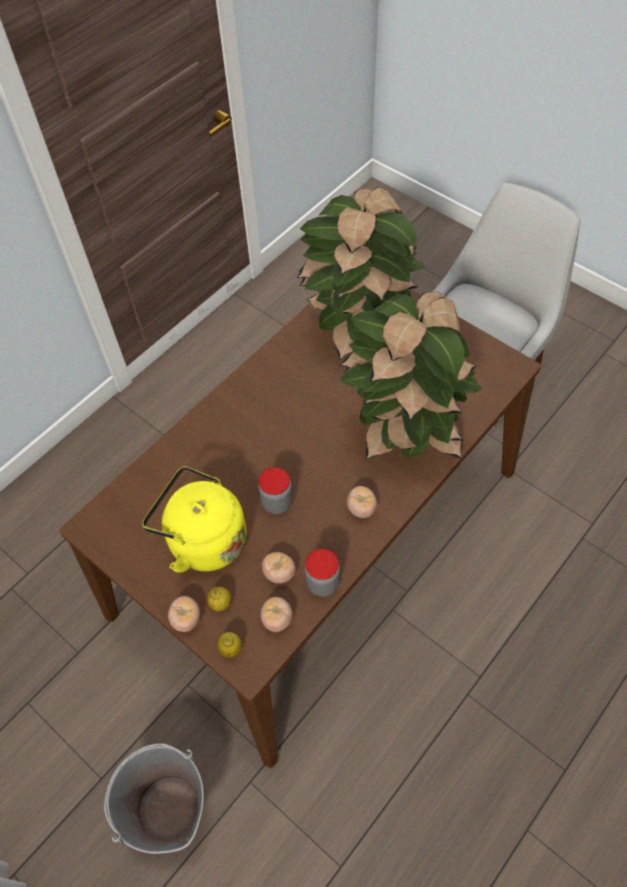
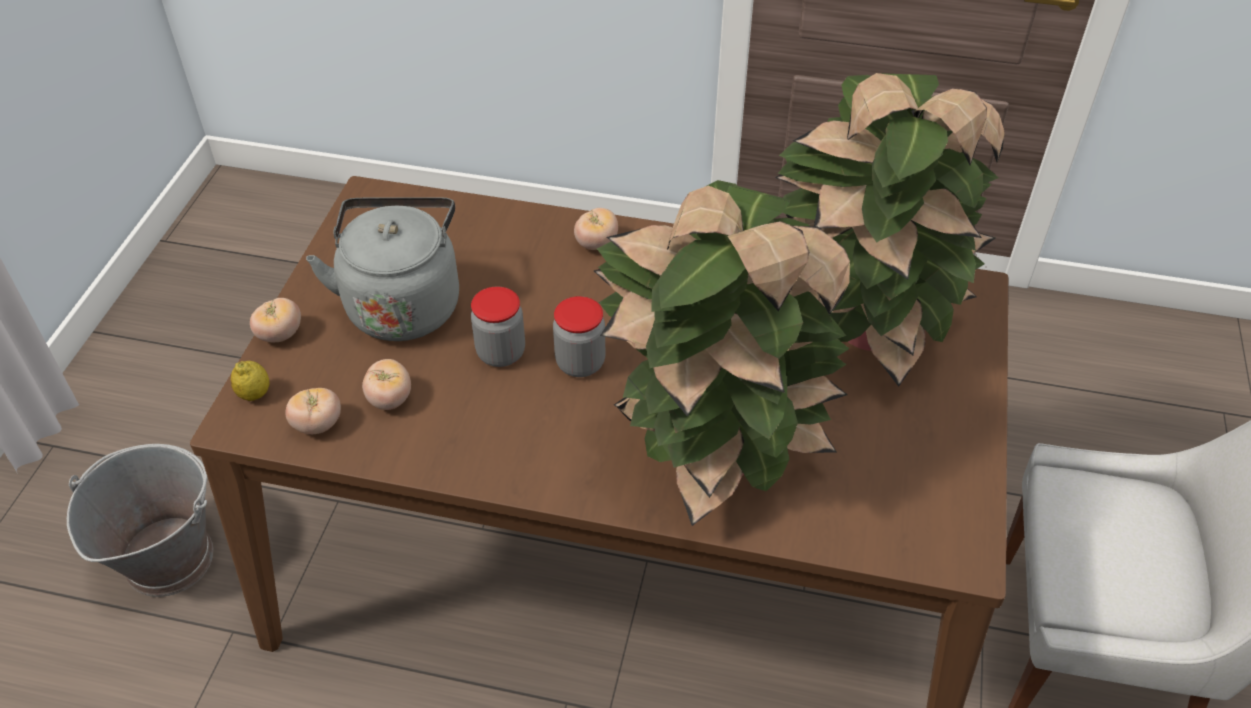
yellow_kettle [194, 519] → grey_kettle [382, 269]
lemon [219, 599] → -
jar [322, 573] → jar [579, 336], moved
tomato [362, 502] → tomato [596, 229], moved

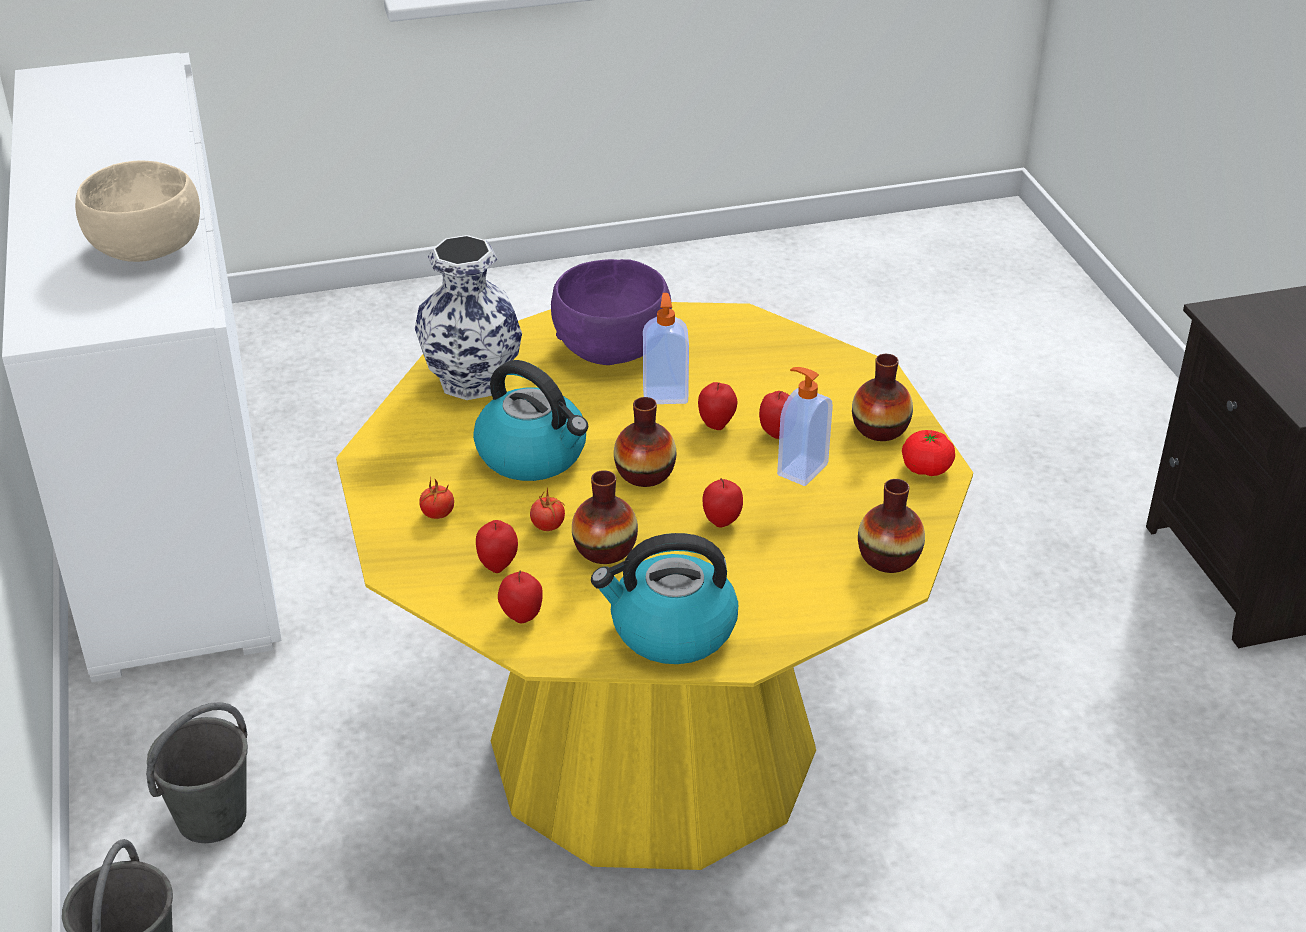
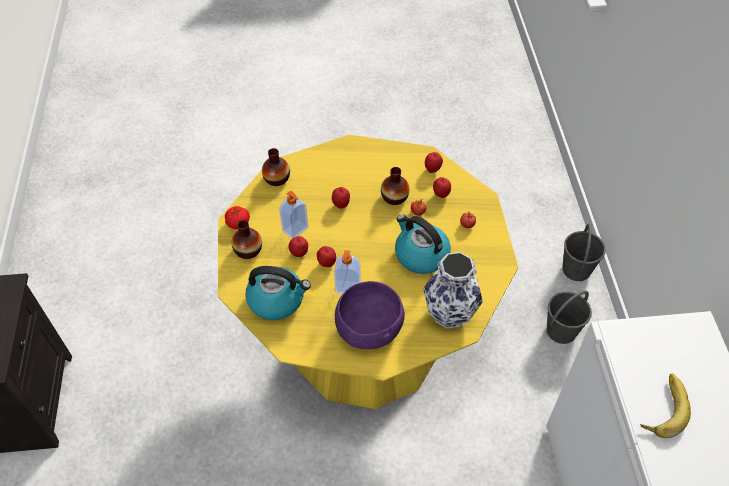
beige_bowl [137, 211] → banana [665, 406]
kettle [664, 598] → kettle [278, 293], moved
vase [645, 442] → -

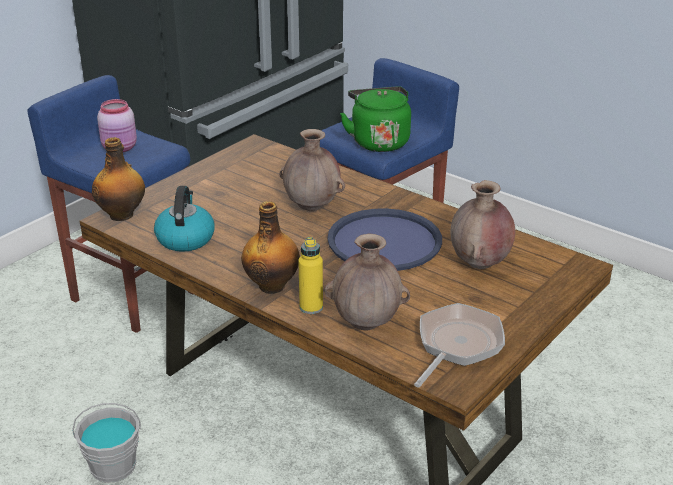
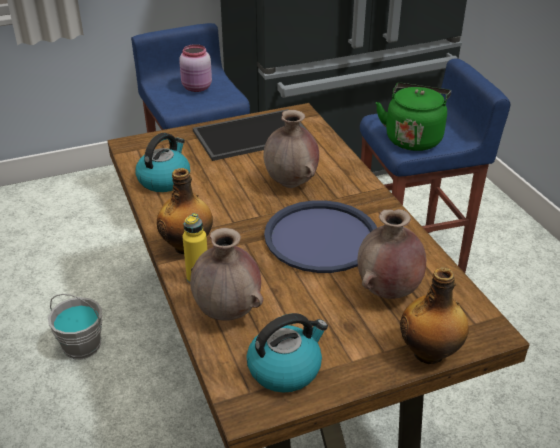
bottle [118, 179] → bottle [434, 315], moved
frying_pan [459, 345] → kettle [287, 353]
- → tray [251, 135]

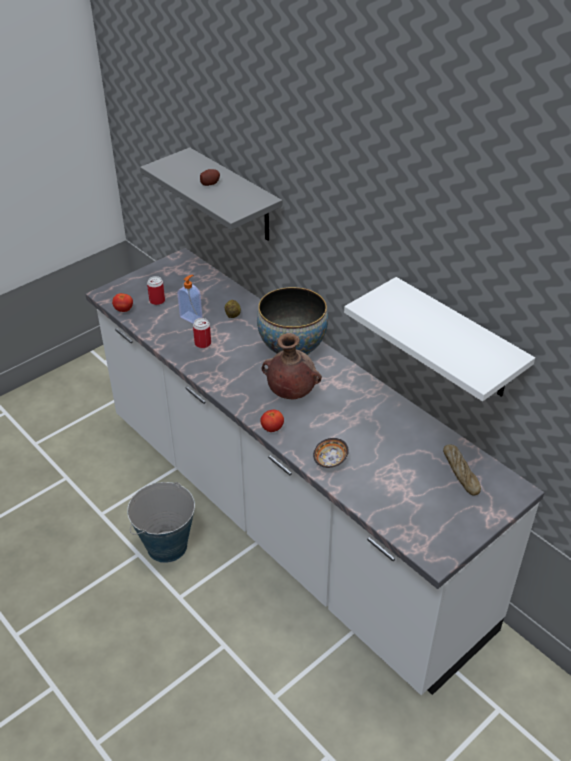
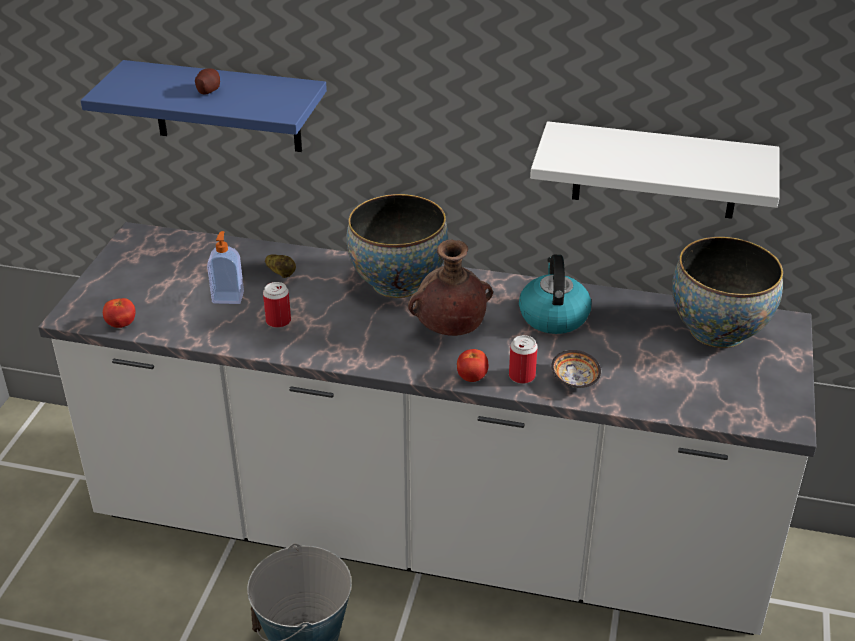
grey_shelf [211, 194] → blue_shelf [204, 106]
can [156, 290] → can [523, 359], moved
bread [462, 470] → bowl [727, 292]
- → kettle [555, 294]

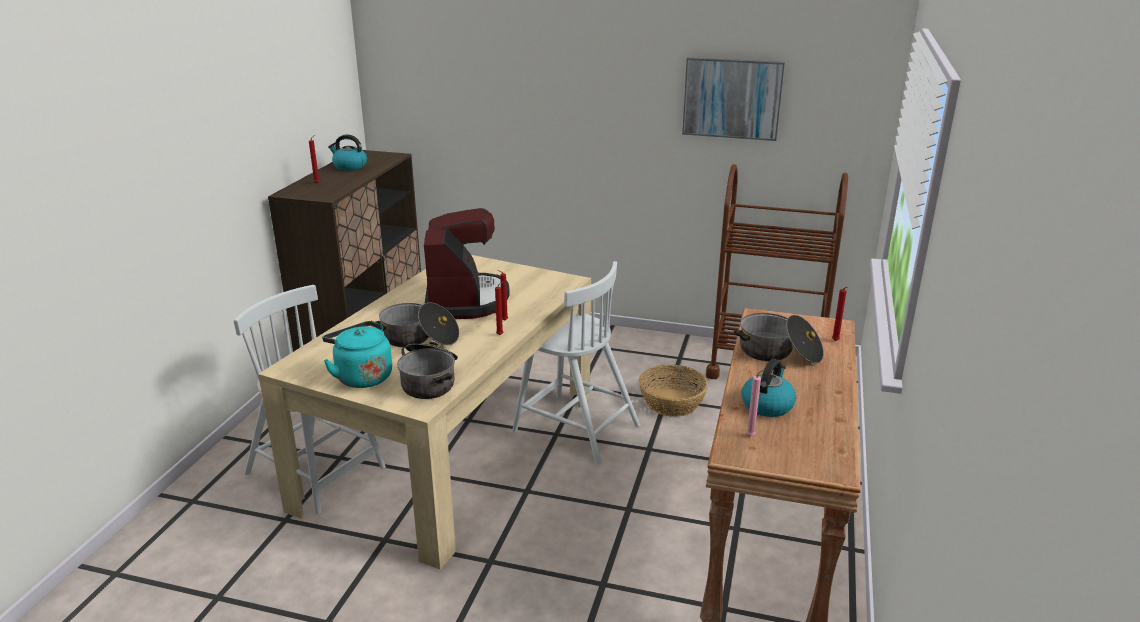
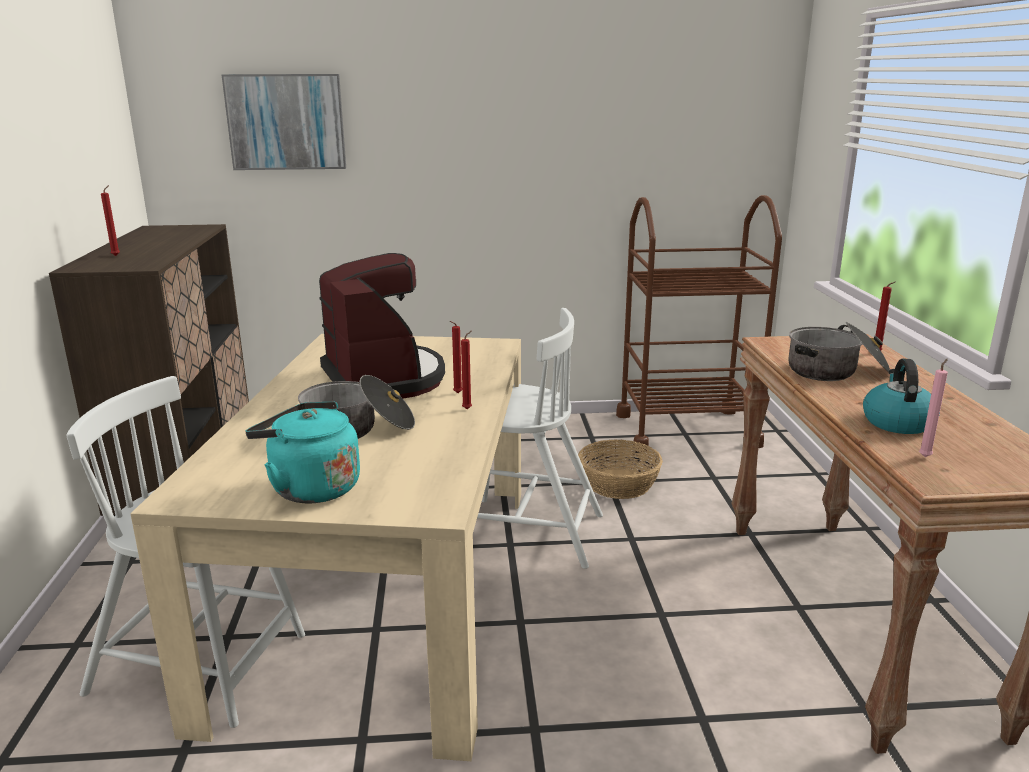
kettle [347, 152] → -
cooking_pot [427, 370] → -
picture [733, 99] → picture [283, 122], moved

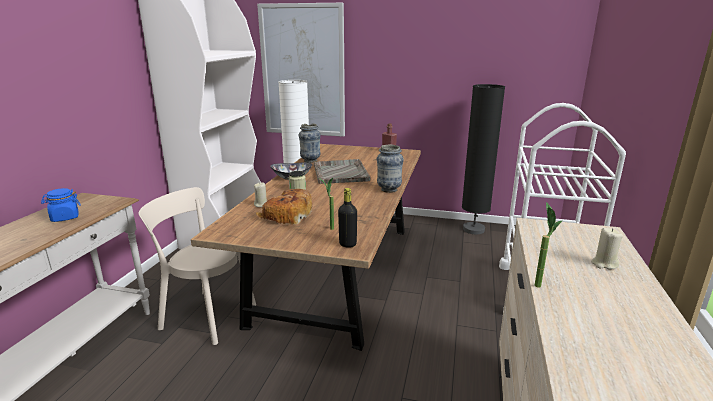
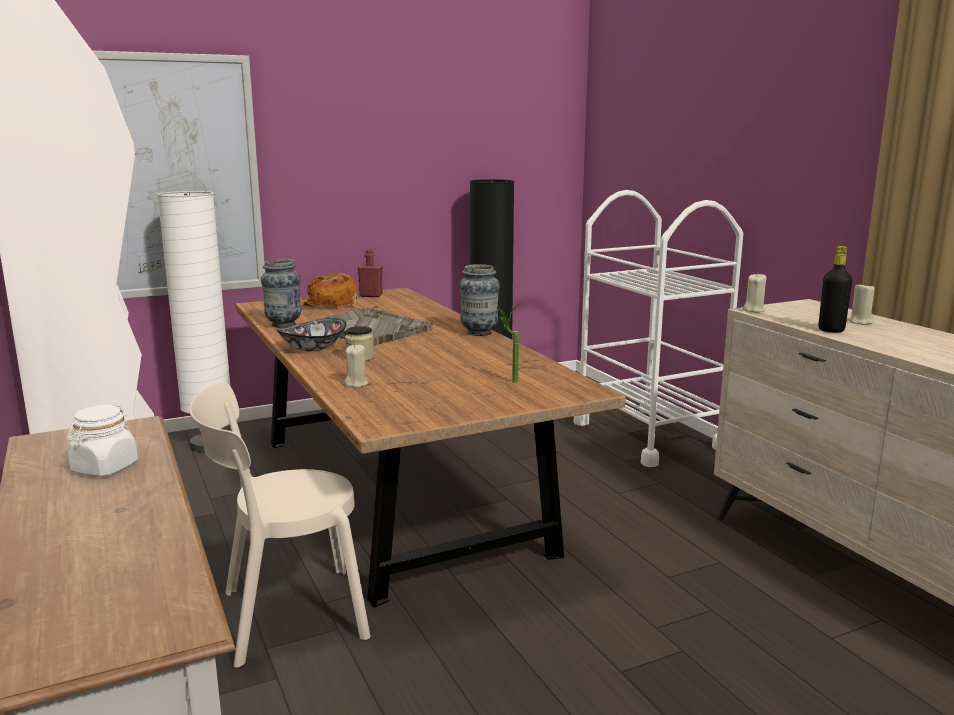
blue_jar [61, 205] → white_jar [103, 440]
bread [284, 207] → bread [329, 289], moved
black_bottle [347, 218] → black_bottle [835, 289], moved
potted_plant [548, 245] → -
- → beige_candle [754, 292]

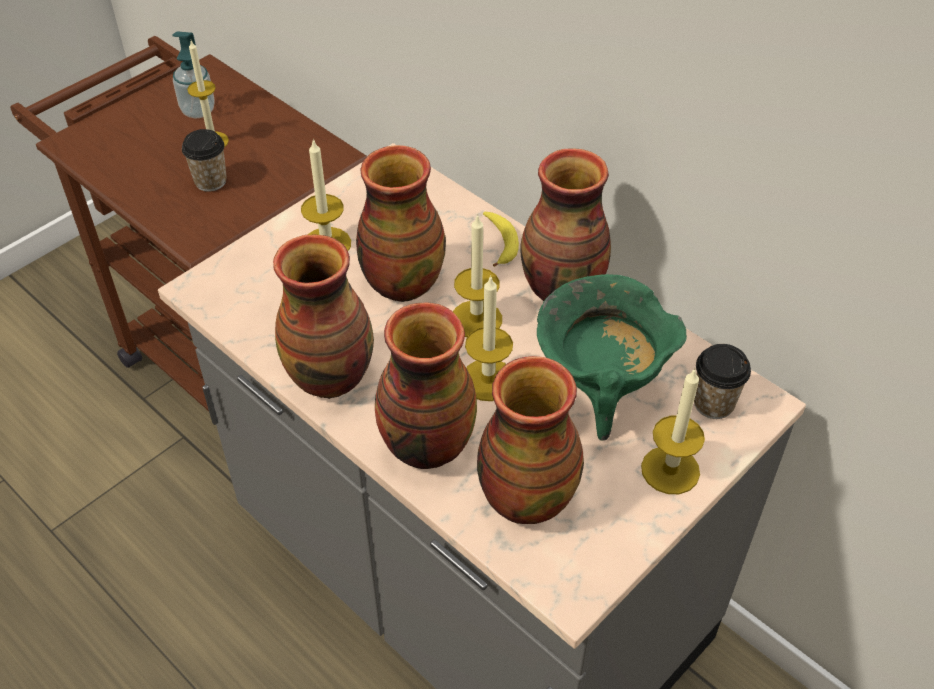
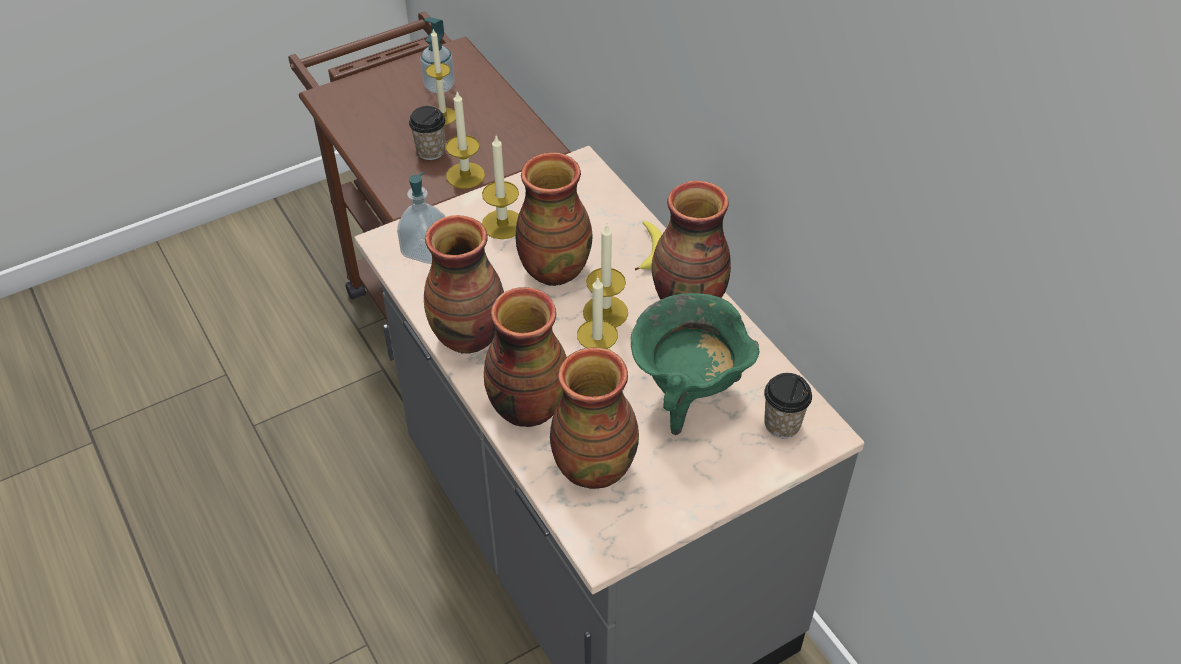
candle [673, 431] → candle [465, 140], moved
- → soap_dispenser [421, 218]

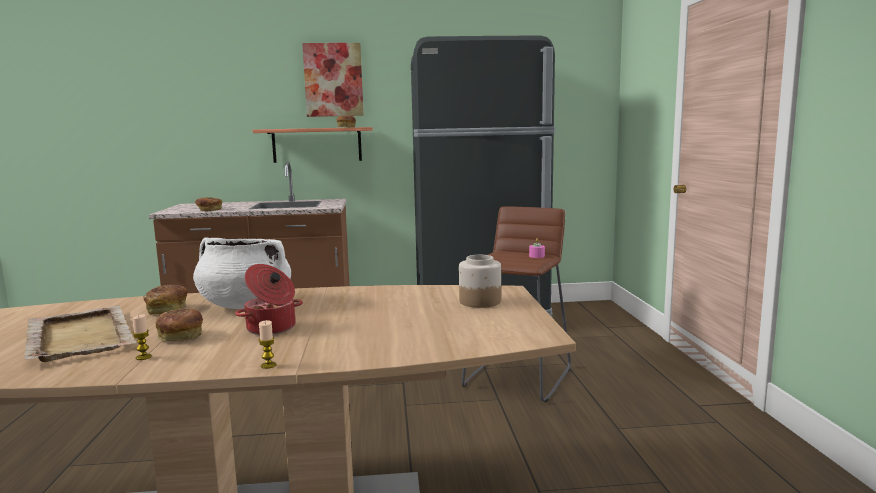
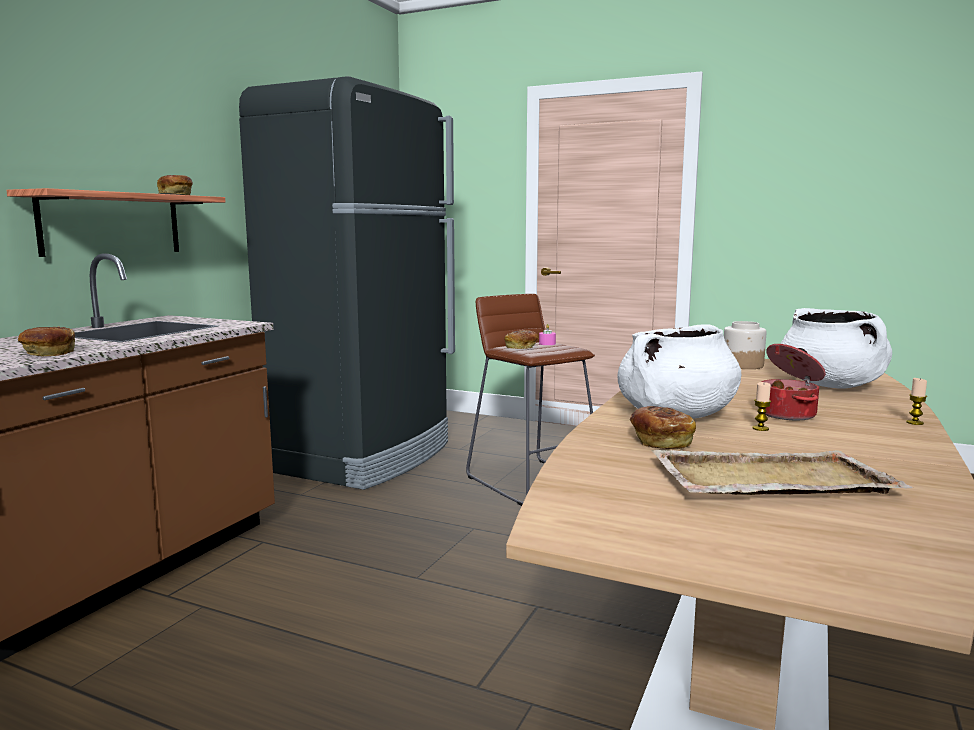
candle [142, 337] → candle [761, 406], moved
bread [179, 325] → bread [521, 339], moved
picture [333, 80] → -
- → white_cooking_pot [836, 348]

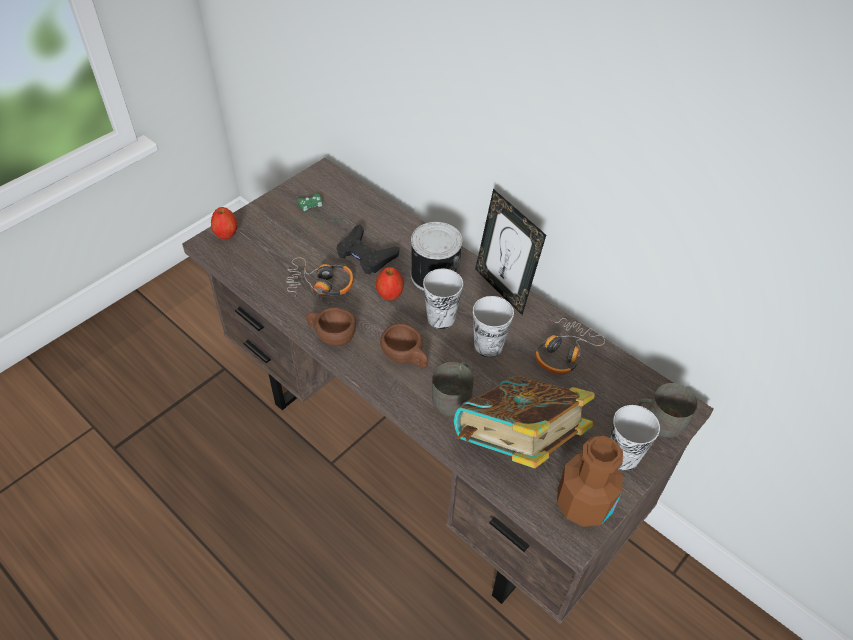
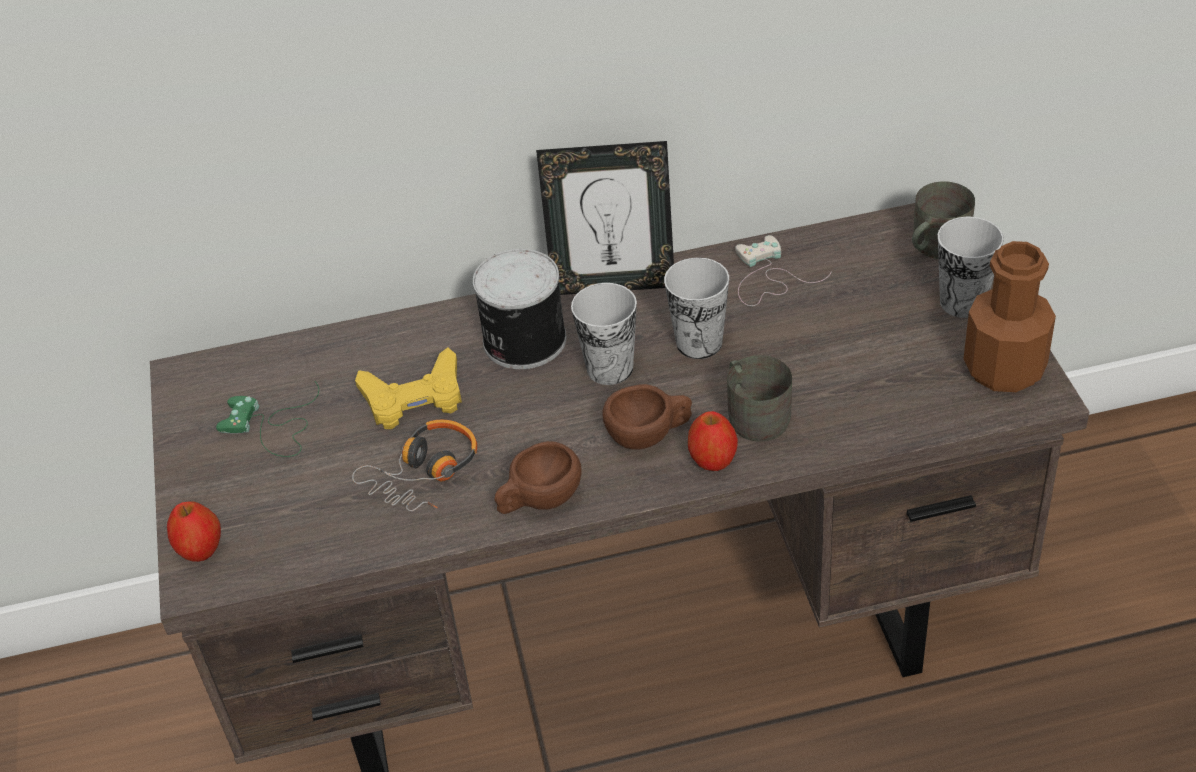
black_game_controller [367, 249] → yellow_game_controller [408, 388]
apple [390, 283] → apple [713, 441], moved
book [524, 422] → -
headphones [570, 346] → white_game_controller [783, 270]

